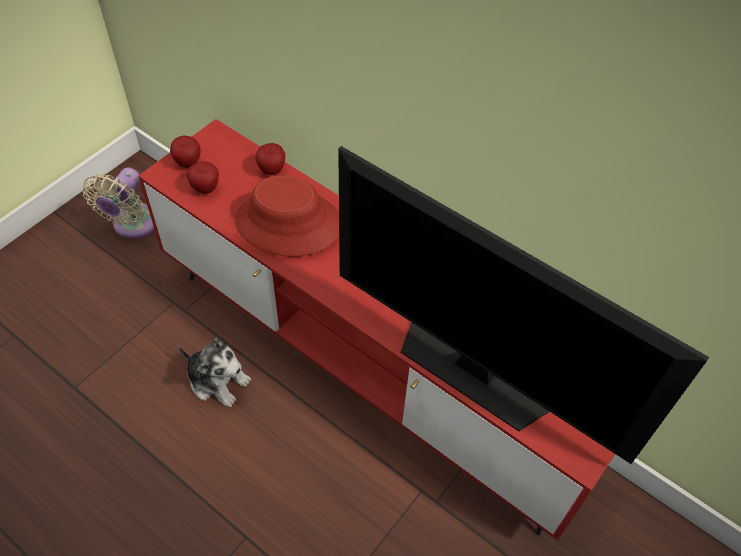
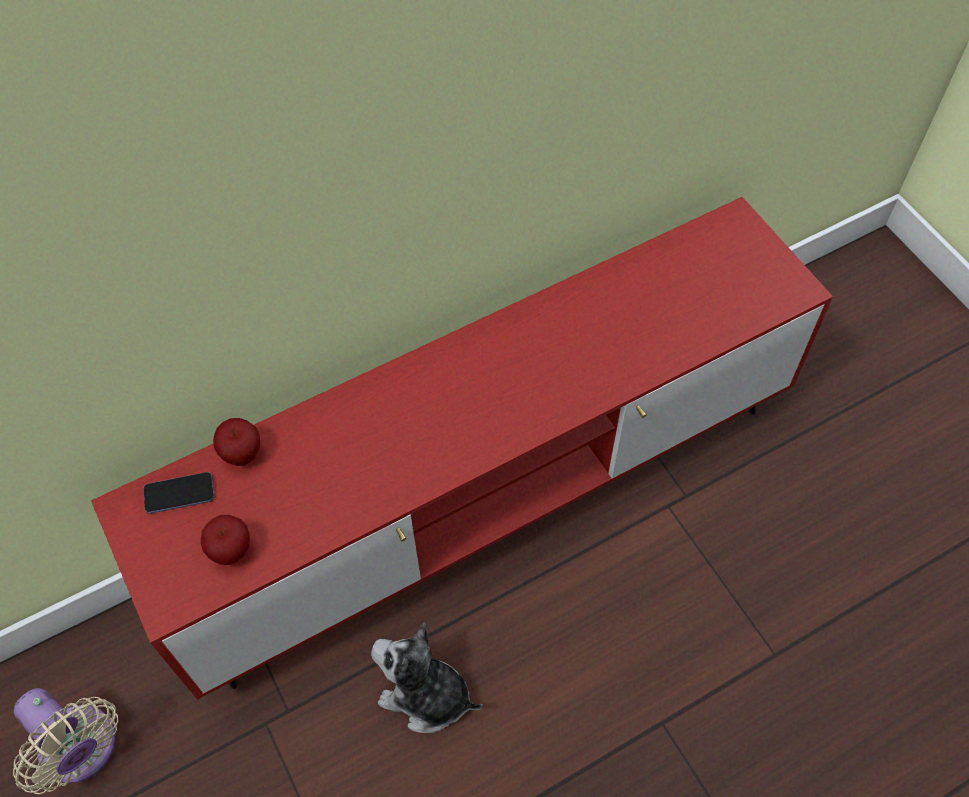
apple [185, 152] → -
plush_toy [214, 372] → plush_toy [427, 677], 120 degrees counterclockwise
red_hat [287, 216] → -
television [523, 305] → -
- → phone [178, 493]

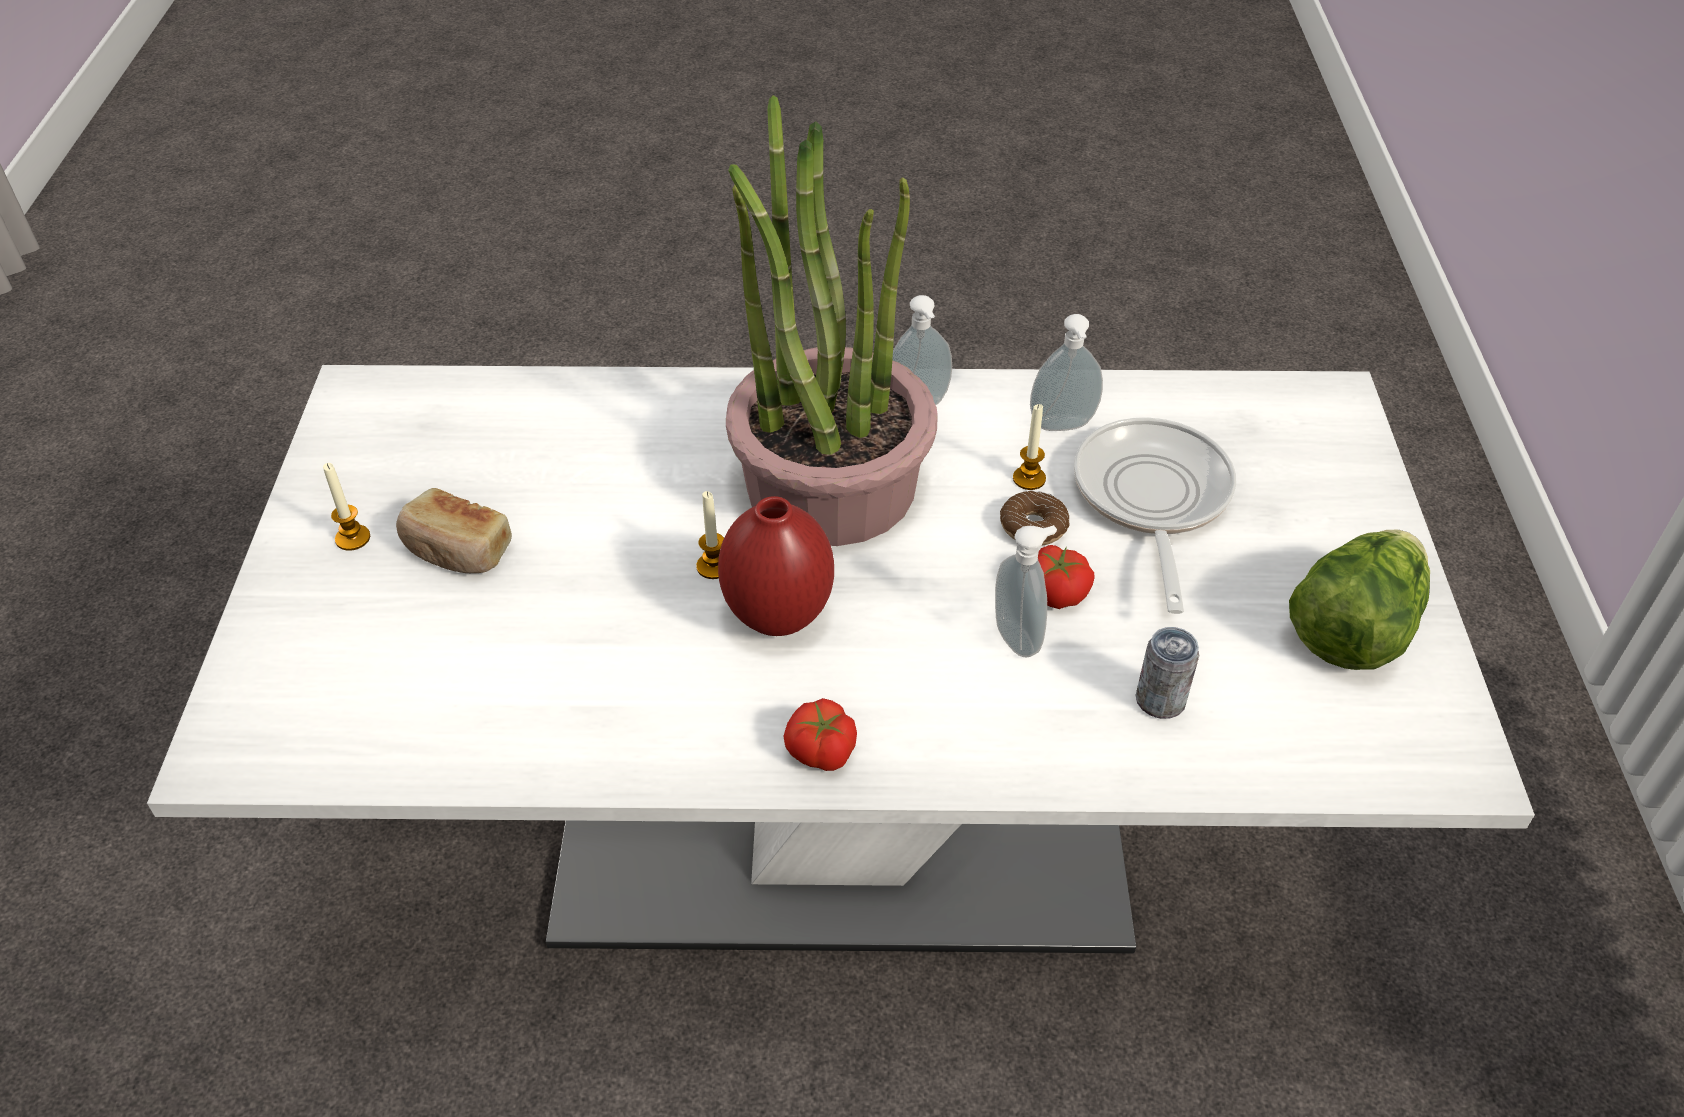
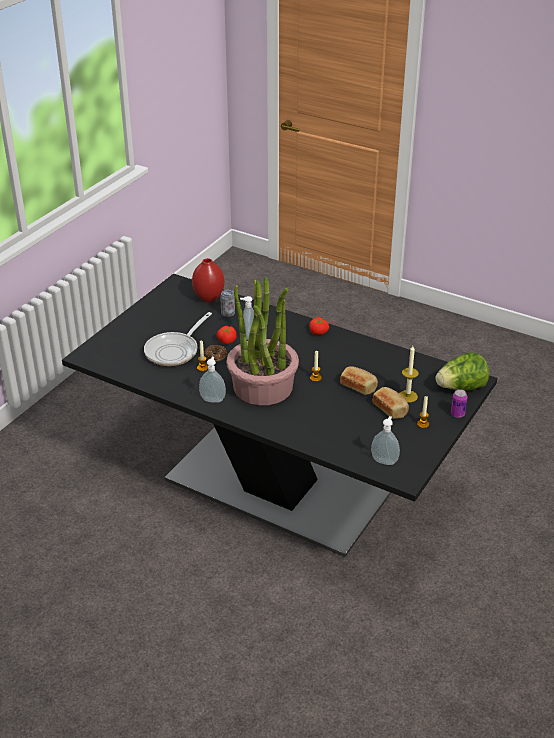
white_dining_table [841, 659] → black_dining_table [279, 415]
red_vase [776, 566] → red_vase [208, 280], moved
soap_dispenser [1066, 372] → soap_dispenser [385, 440], moved
lettuce [1359, 600] → lettuce [462, 371], moved
- → bread [359, 380]
- → candle [409, 374]
- → can [459, 403]

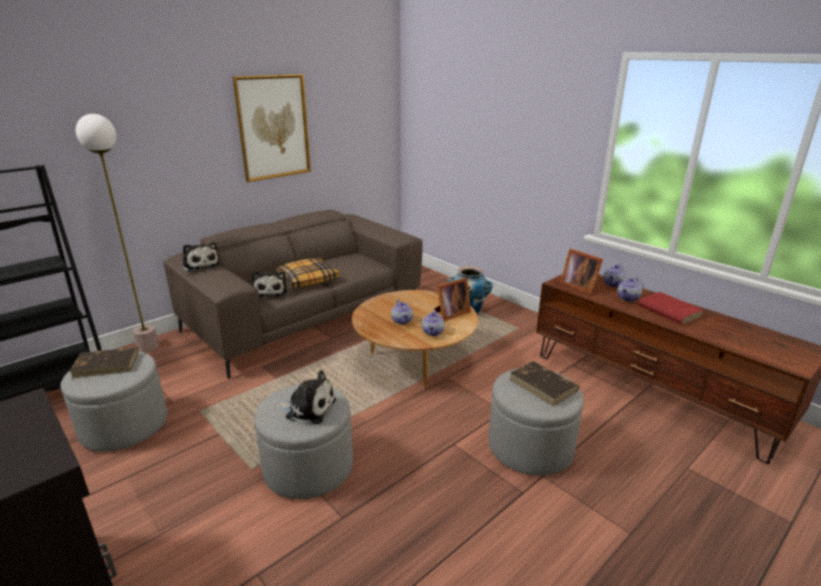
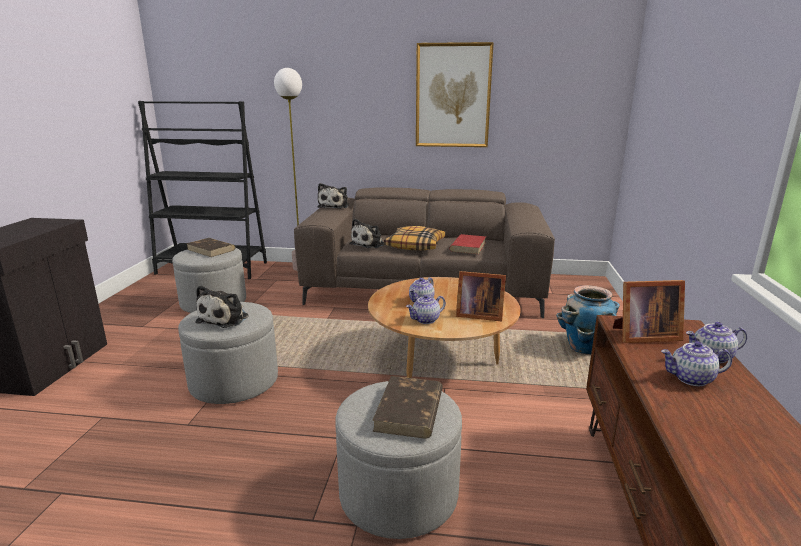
plush_toy [305, 397] → plush_toy [222, 306], 45 degrees clockwise
picture_frame [581, 271] → picture_frame [649, 311], 105 degrees counterclockwise
red_book [670, 308] → red_book [467, 244], moved

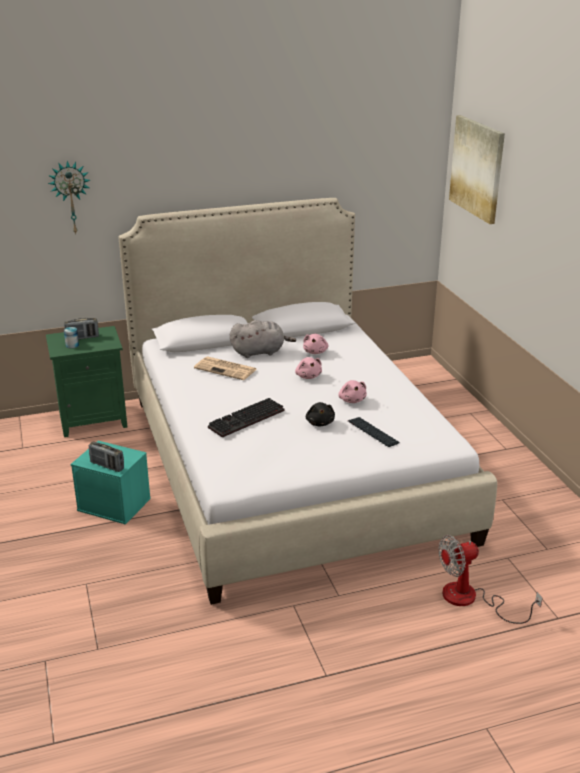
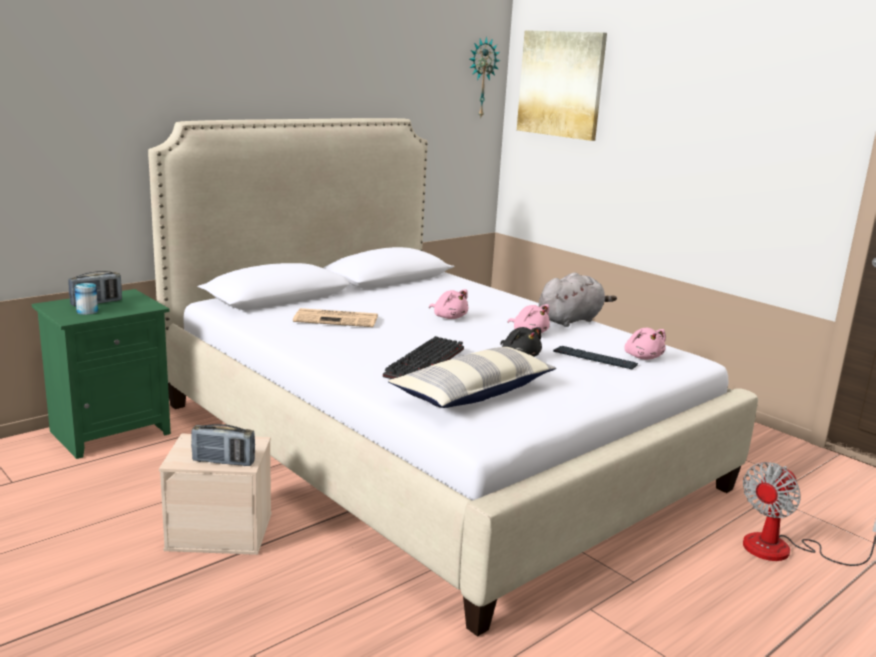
wall_clock [69, 197] → wall_clock [484, 76], moved
turquoise_storage_box [111, 483] → beige_storage_box [215, 494]
grey_plush_toy [263, 339] → grey_plush_toy [578, 299], moved
pink_plush_toy [315, 344] → pink_plush_toy [645, 344], moved
- → pillow [472, 377]

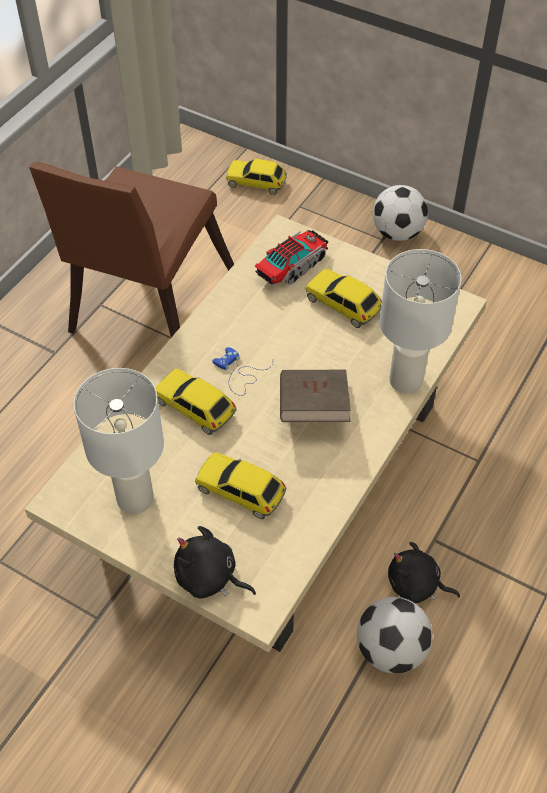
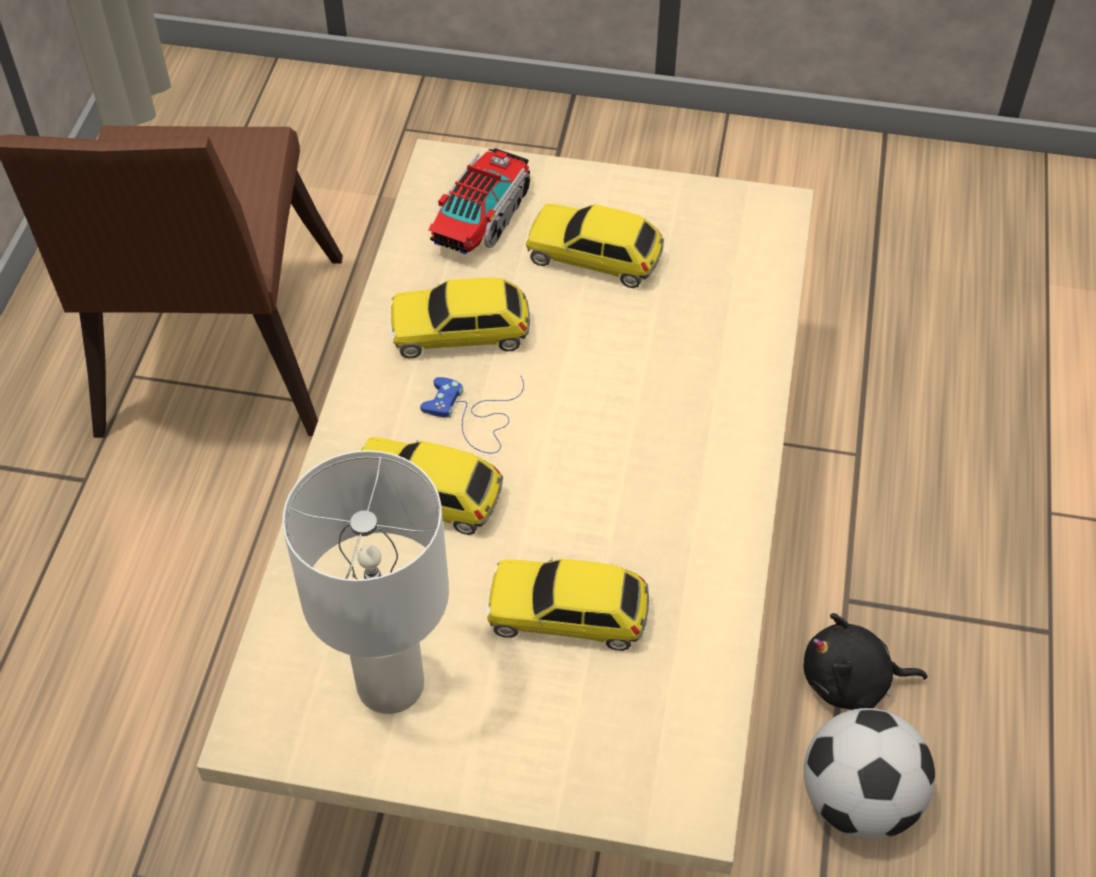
black_plush_toy [215, 562] → -
toy_car [256, 177] → toy_car [460, 318], moved
brown_book [315, 396] → -
football [400, 213] → -
white_table_lamp [420, 321] → -

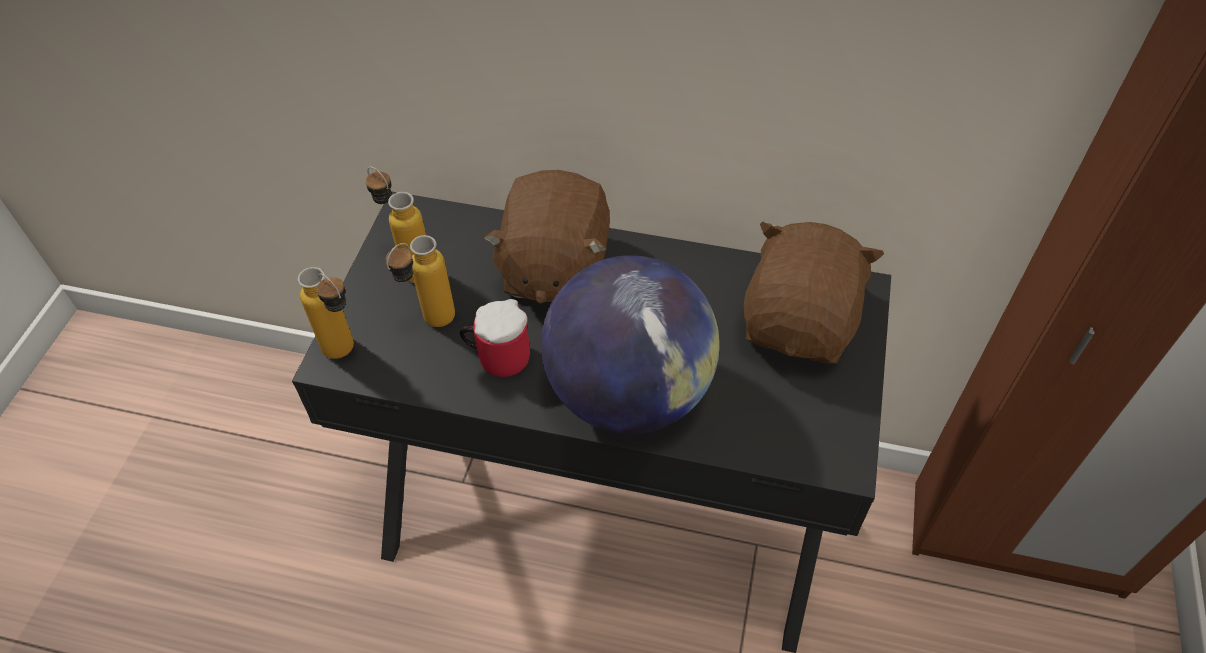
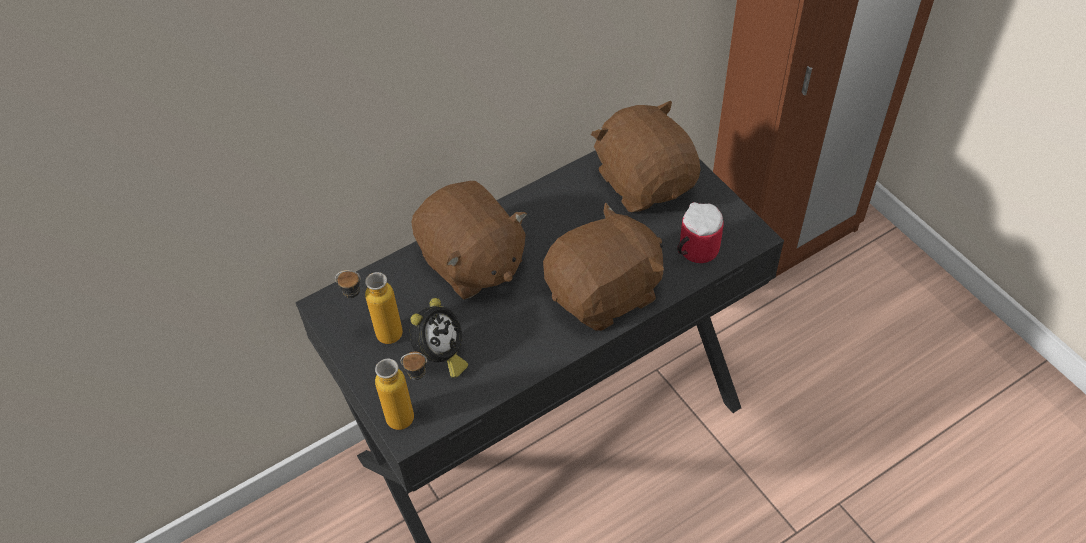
bottle [420, 281] → alarm_clock [438, 338]
mug [495, 338] → mug [700, 232], moved
globe [630, 344] → brown_plush_toy [603, 267]

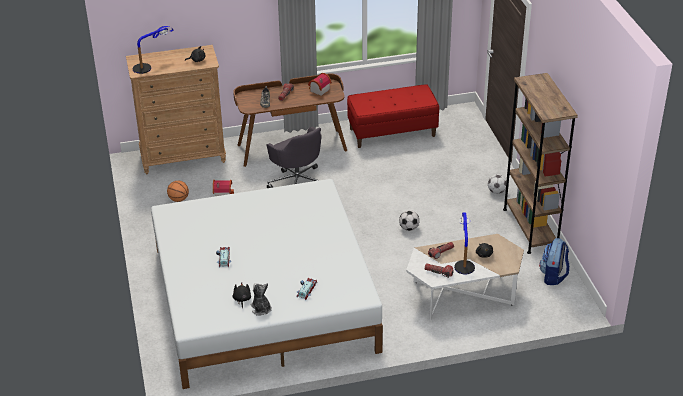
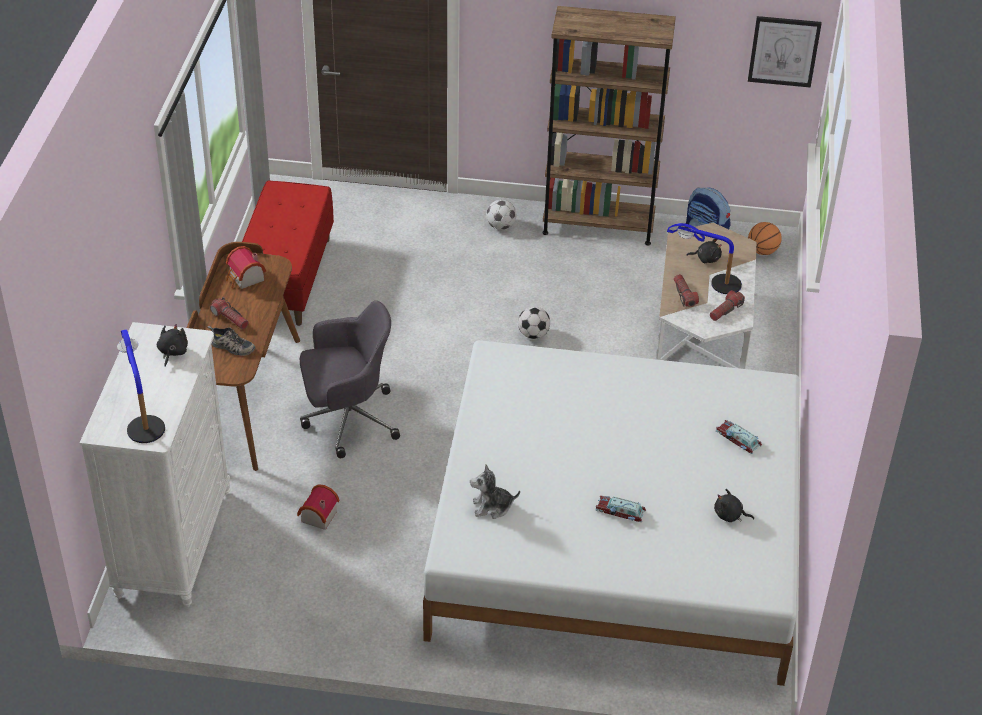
brown_dresser [176, 109] → white_dresser [155, 464]
basketball [178, 191] → basketball [765, 238], moved
plush_toy [261, 299] → plush_toy [495, 491], moved
- → picture [785, 52]

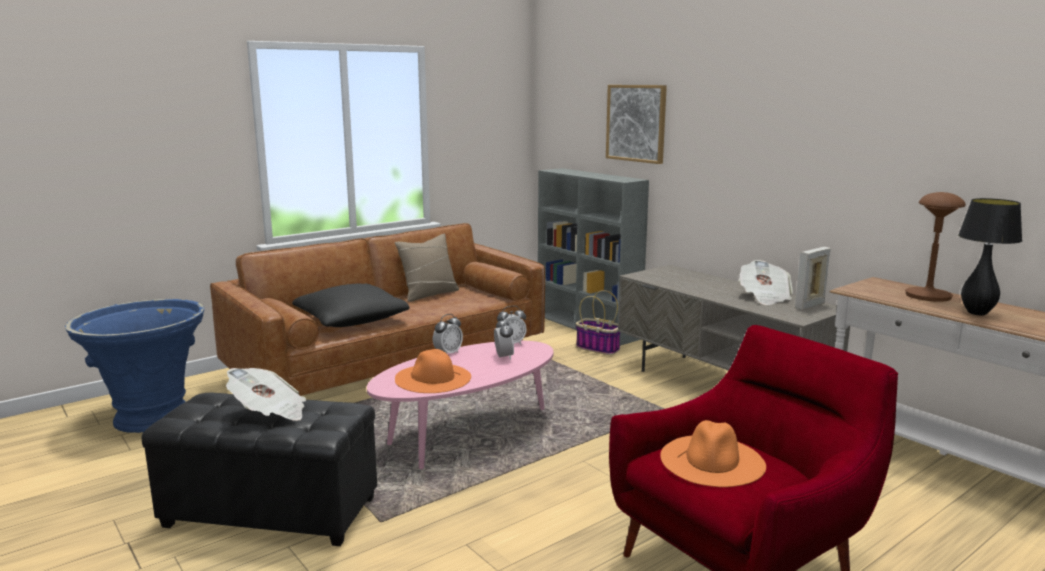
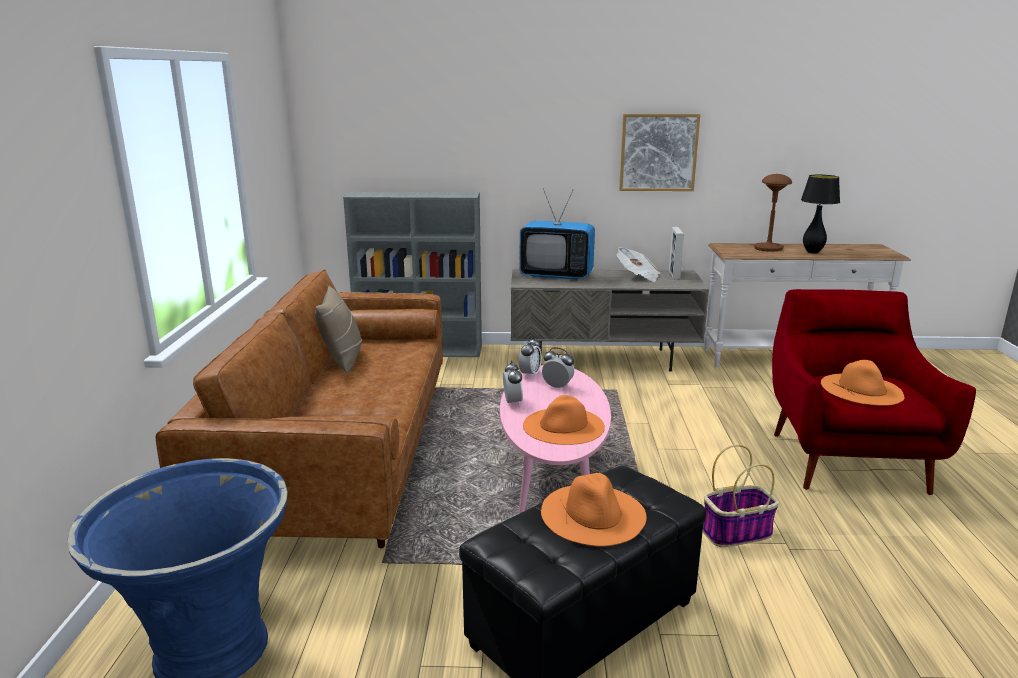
newspaper [266, 394] → orange_hat [593, 509]
black_pillow [350, 305] → -
basket [598, 322] → basket [741, 496], moved
picture [636, 124] → picture [659, 152], moved
- → television [557, 234]

